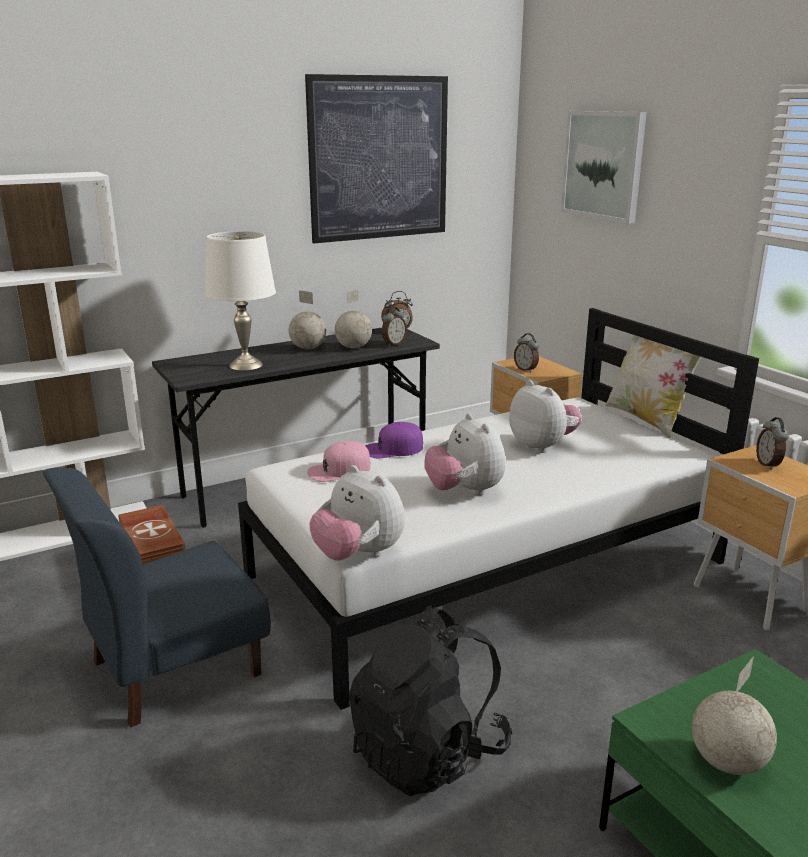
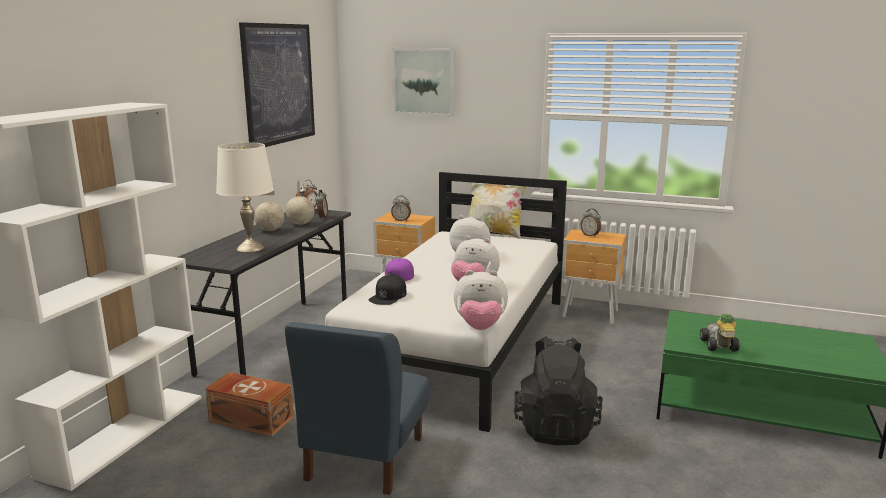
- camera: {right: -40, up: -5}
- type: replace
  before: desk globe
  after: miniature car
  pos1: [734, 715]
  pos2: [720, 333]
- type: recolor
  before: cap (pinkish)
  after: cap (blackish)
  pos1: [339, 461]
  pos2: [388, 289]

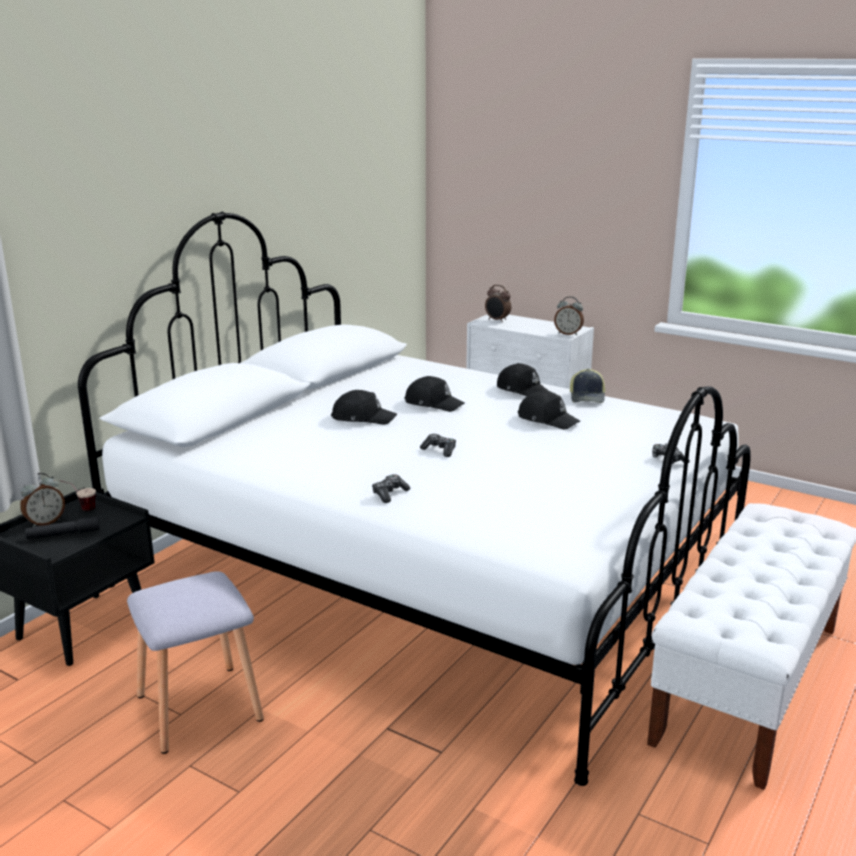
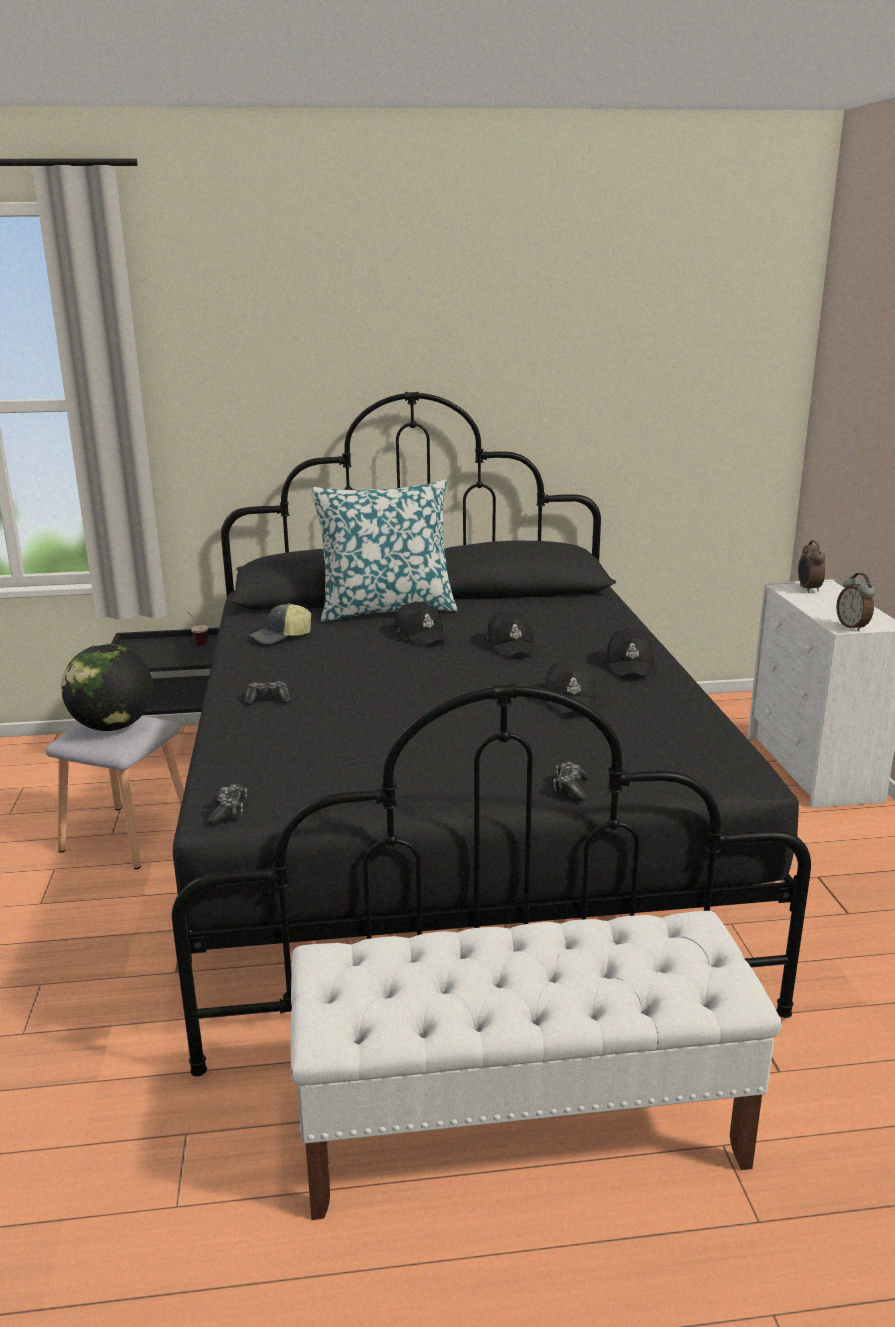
- camera: {right: 50, up: 0}
- type: delete
  before: bedside clock
  pos1: [42, 500]
- type: delete
  before: torch (blackish)
  pos1: [62, 528]
- type: insert
  after: desk globe
  pos2: [107, 687]
- type: insert
  after: cushion
  pos2: [384, 550]
- type: move
  before: gamepad
  pos1: [438, 445]
  pos2: [227, 804]
- type: move
  before: cap
  pos1: [588, 386]
  pos2: [280, 623]
- type: recolor
  before: bed (white-coloured)
  after: bed (blackish)
  pos1: [414, 499]
  pos2: [491, 734]

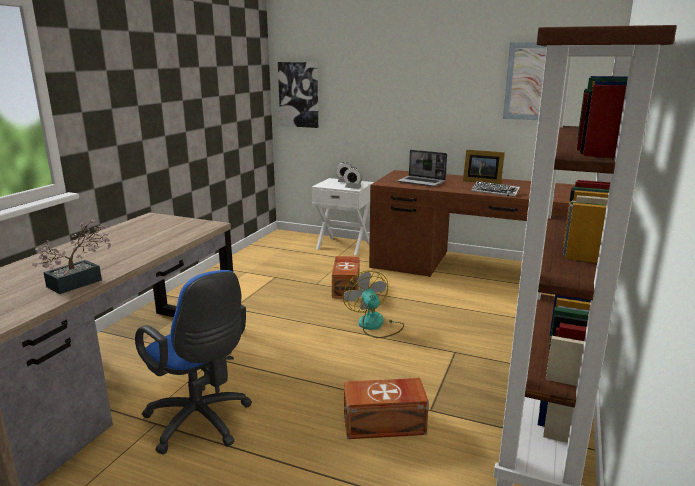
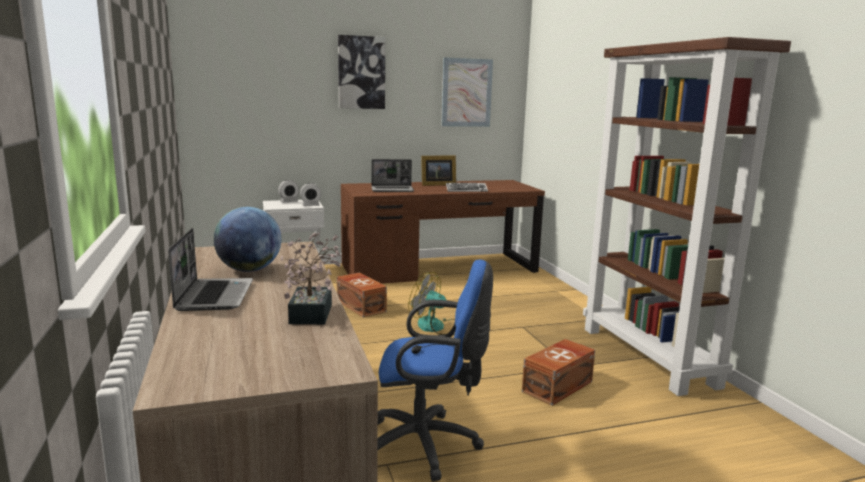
- camera: {right: -40, up: -5}
- type: insert
  after: portable computer
  pos2: [210, 269]
- type: insert
  after: desk globe
  pos2: [247, 239]
- type: move
  before: wall art
  pos1: [298, 95]
  pos2: [361, 72]

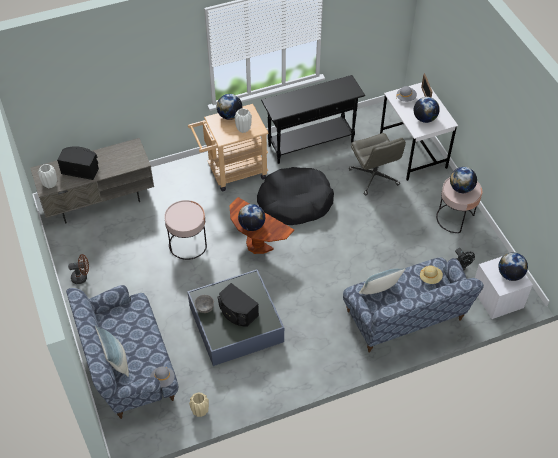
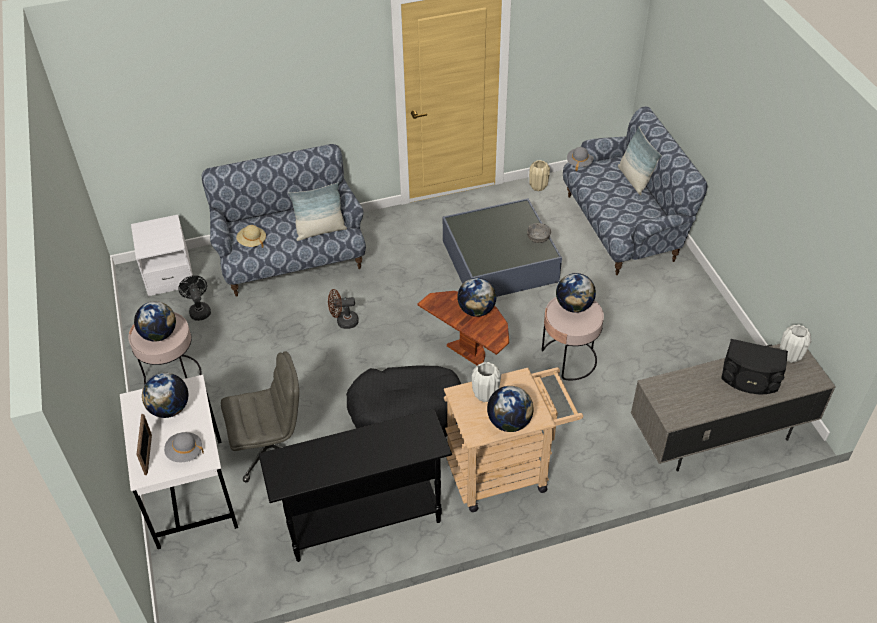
- camera: {right: -175, up: -5}
- type: delete
  before: loudspeaker (blackish)
  pos1: [238, 305]
- type: move
  before: electric fan (brown-coloured)
  pos1: [78, 269]
  pos2: [343, 309]
- type: move
  before: desk globe
  pos1: [513, 266]
  pos2: [576, 293]
- type: rotate
  before: desk chair (gray)
  pos1: [377, 164]
  pos2: [260, 417]
  turn: 90

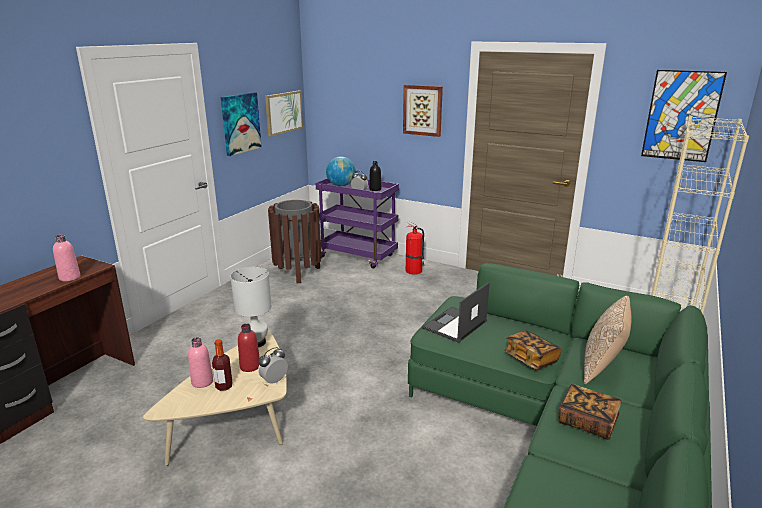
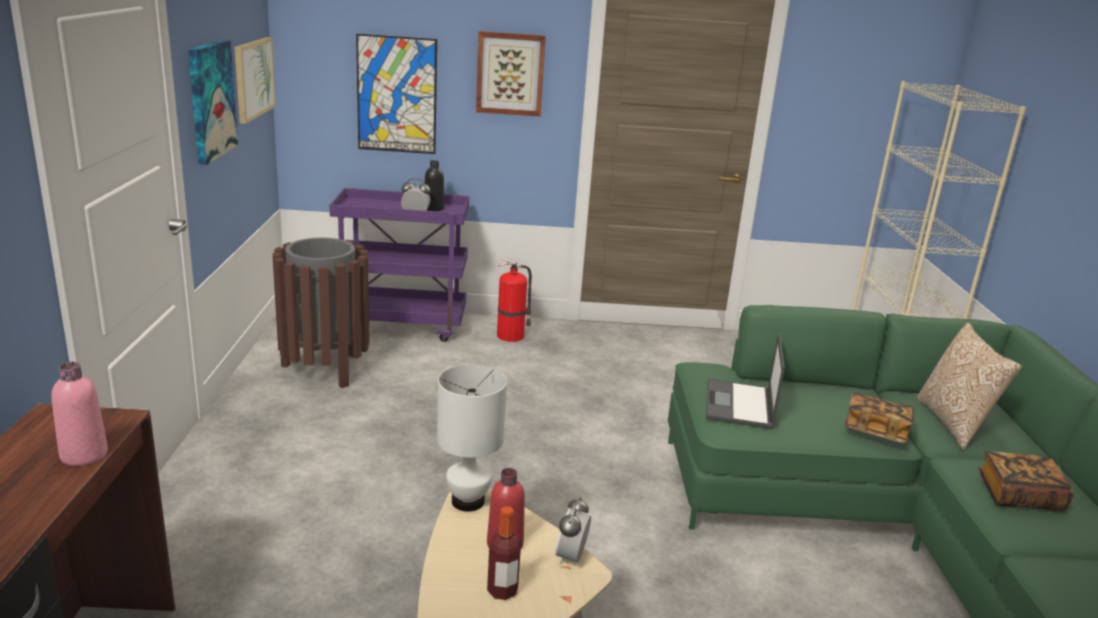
- camera: {right: -30, up: 0}
- type: delete
  before: drink bottle (pinkish)
  pos1: [200, 362]
- type: delete
  before: desk globe
  pos1: [341, 171]
- type: move
  before: wall art
  pos1: [684, 116]
  pos2: [396, 94]

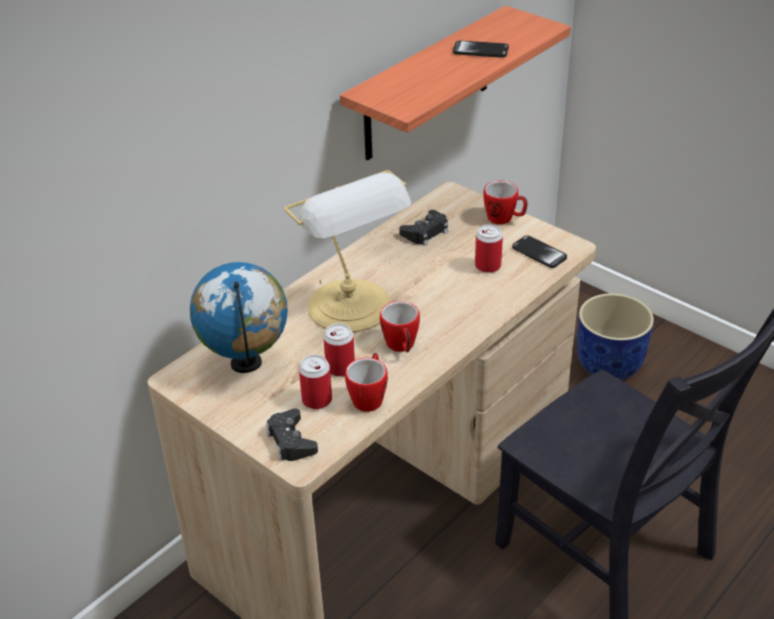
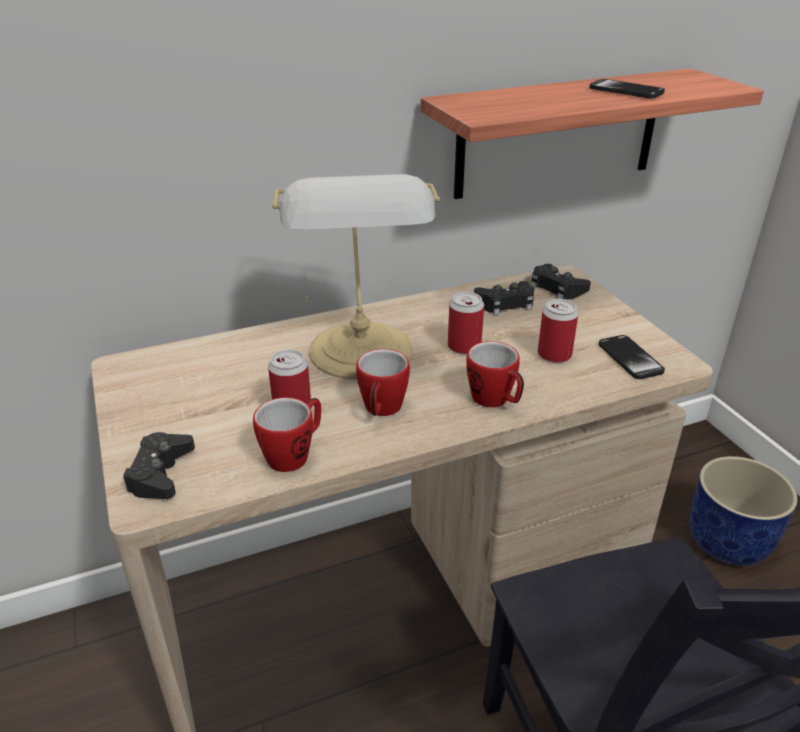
- camera: {right: 25, up: -5}
- type: delete
  before: desk globe
  pos1: [239, 317]
- type: insert
  after: gamepad (blackish)
  pos2: [561, 282]
- type: move
  before: can
  pos1: [315, 382]
  pos2: [466, 322]
- type: move
  before: coffee mug
  pos1: [505, 202]
  pos2: [495, 374]

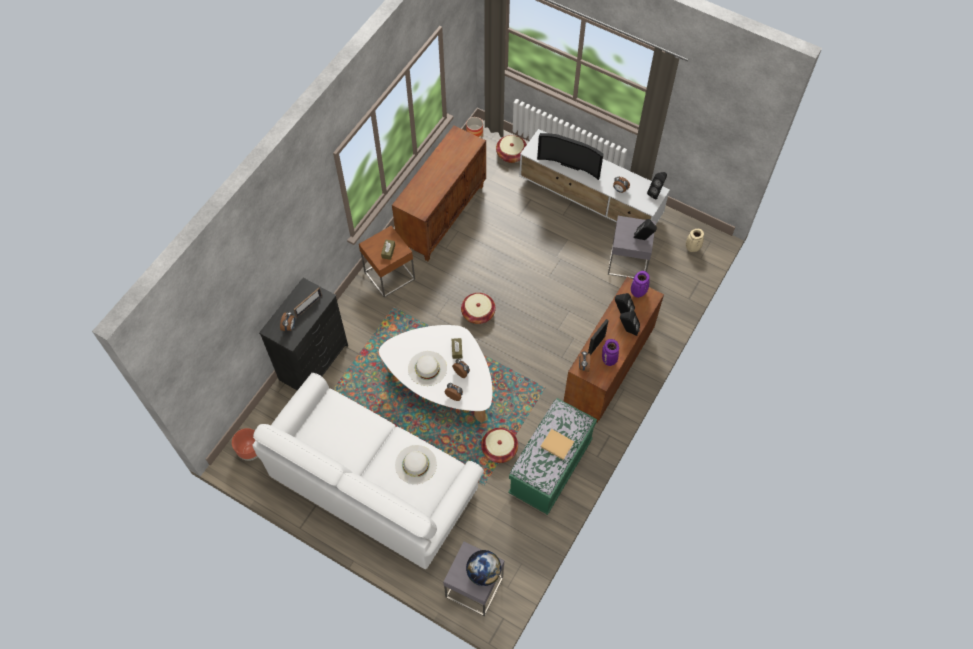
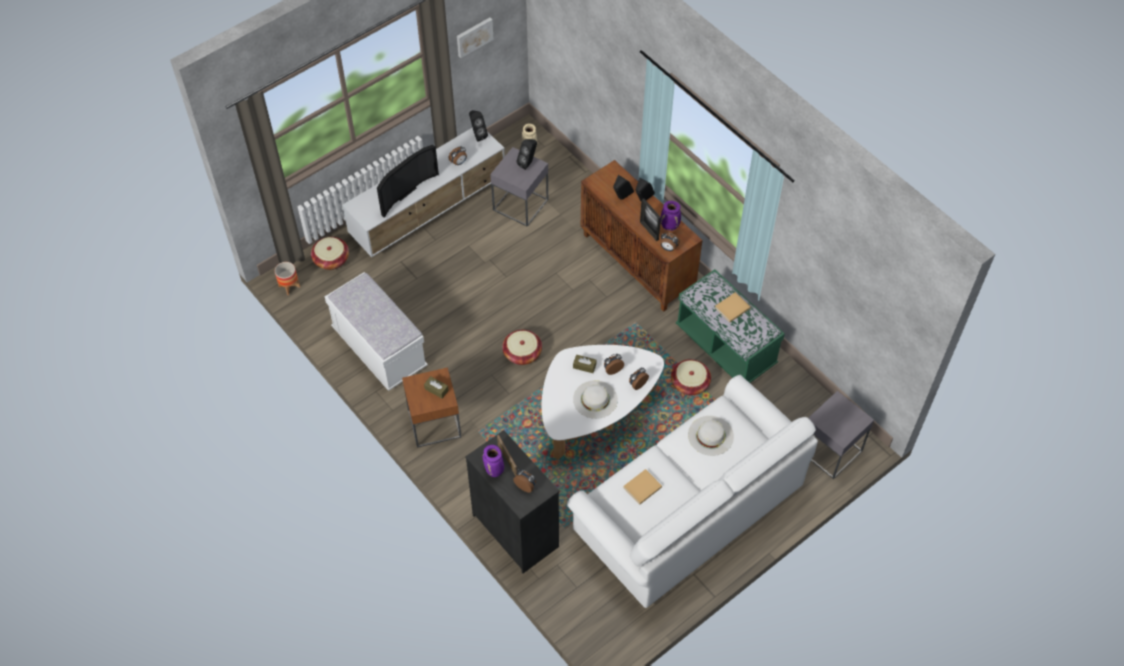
- camera: {right: -70, up: -5}
- type: delete
  before: planter (brown-coloured)
  pos1: [245, 444]
- type: delete
  before: desk globe
  pos1: [483, 568]
- type: insert
  after: wall art
  pos2: [475, 38]
- type: insert
  after: volume (beige-coloured)
  pos2: [642, 487]
- type: move
  before: flower vase (purplish)
  pos1: [640, 284]
  pos2: [493, 461]
- type: replace
  before: cabinet (brown-coloured)
  after: bench (white-coloured)
  pos1: [439, 193]
  pos2: [376, 331]

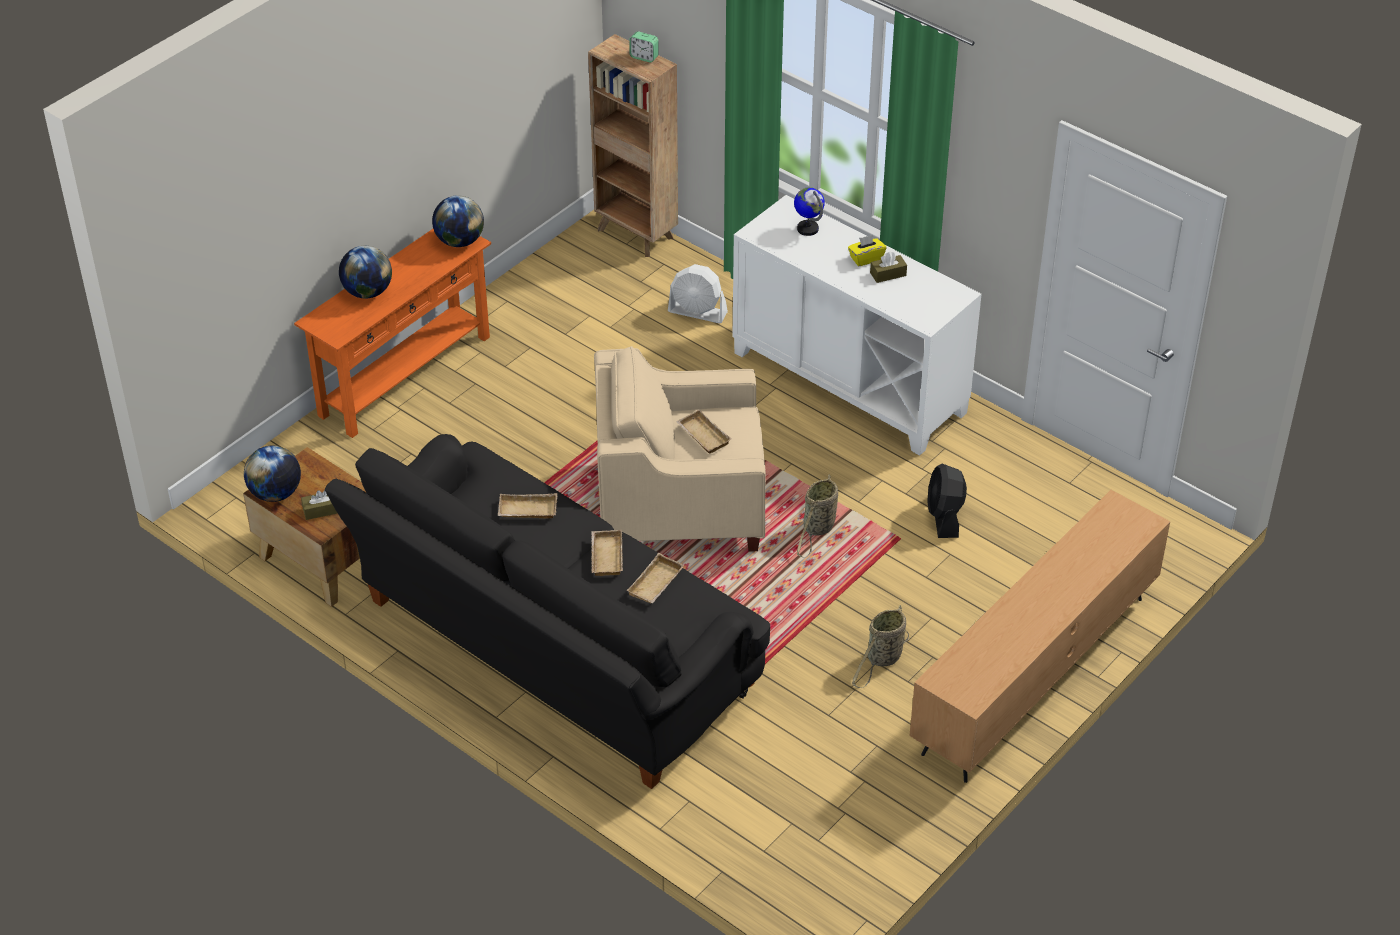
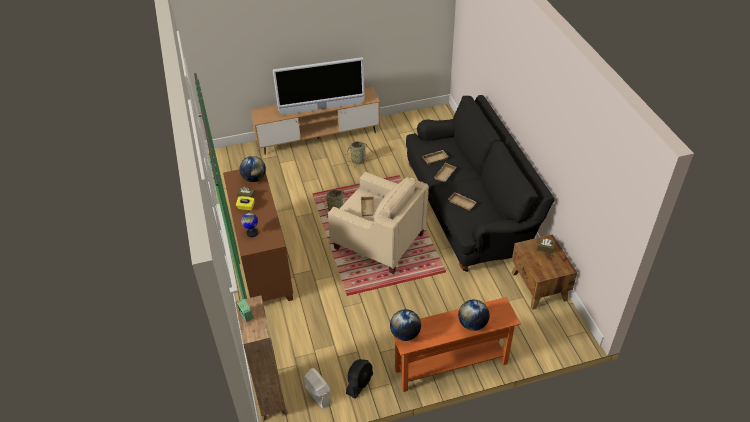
- camera: {right: -145, up: 0}
- type: insert
  after: television
  pos2: [319, 86]
- type: move
  before: desk globe
  pos1: [272, 473]
  pos2: [252, 169]
- type: move
  before: electric fan (white-coloured)
  pos1: [698, 293]
  pos2: [318, 388]
- type: move
  before: electric fan (blackish)
  pos1: [947, 501]
  pos2: [359, 379]
- type: recolor
  before: cabinet (white-coloured)
  after: cabinet (brown-coloured)
  pos1: [857, 325]
  pos2: [258, 235]

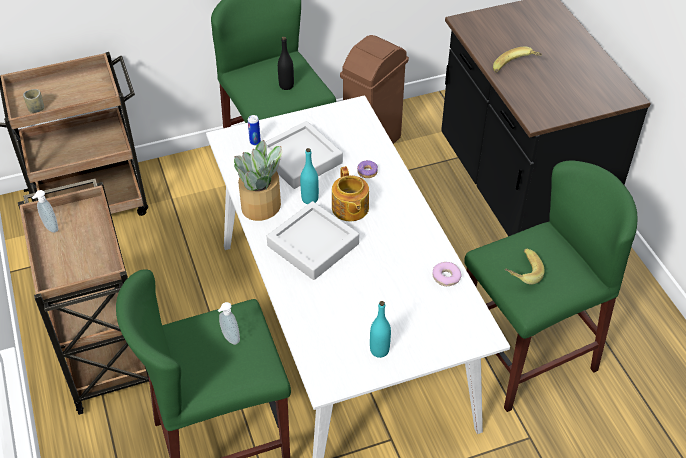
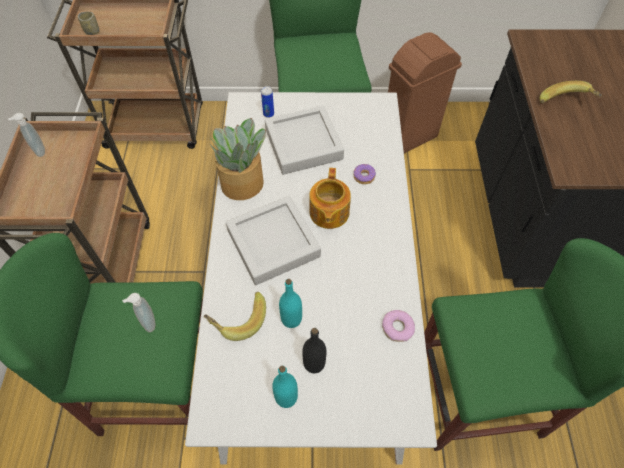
- camera: {right: 20, up: 10}
- type: move
  before: drink bottle (blackish)
  pos1: [286, 63]
  pos2: [314, 350]
- type: move
  before: drink bottle (turquoise)
  pos1: [309, 176]
  pos2: [290, 303]
- type: move
  before: banana fruit
  pos1: [525, 266]
  pos2: [235, 316]

